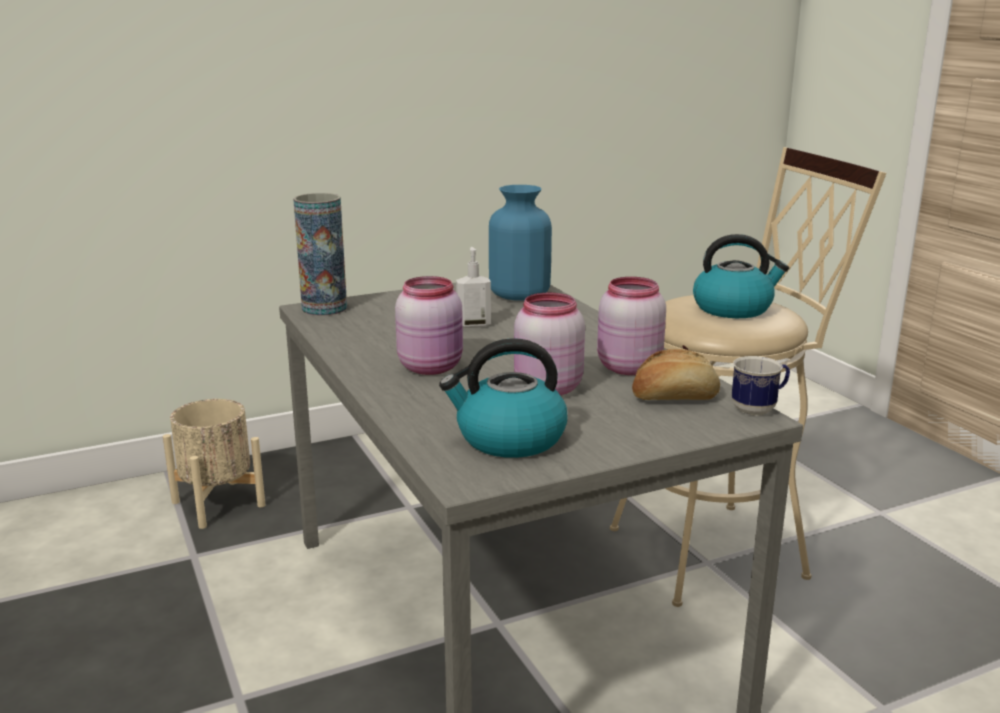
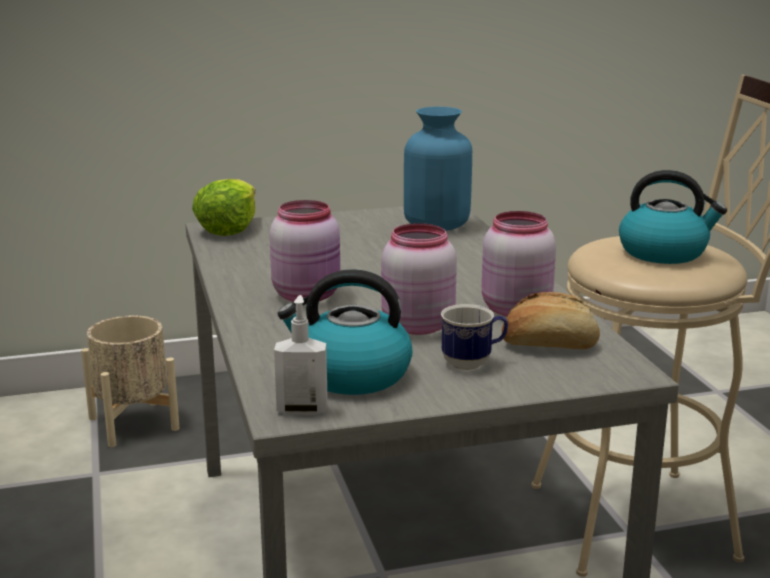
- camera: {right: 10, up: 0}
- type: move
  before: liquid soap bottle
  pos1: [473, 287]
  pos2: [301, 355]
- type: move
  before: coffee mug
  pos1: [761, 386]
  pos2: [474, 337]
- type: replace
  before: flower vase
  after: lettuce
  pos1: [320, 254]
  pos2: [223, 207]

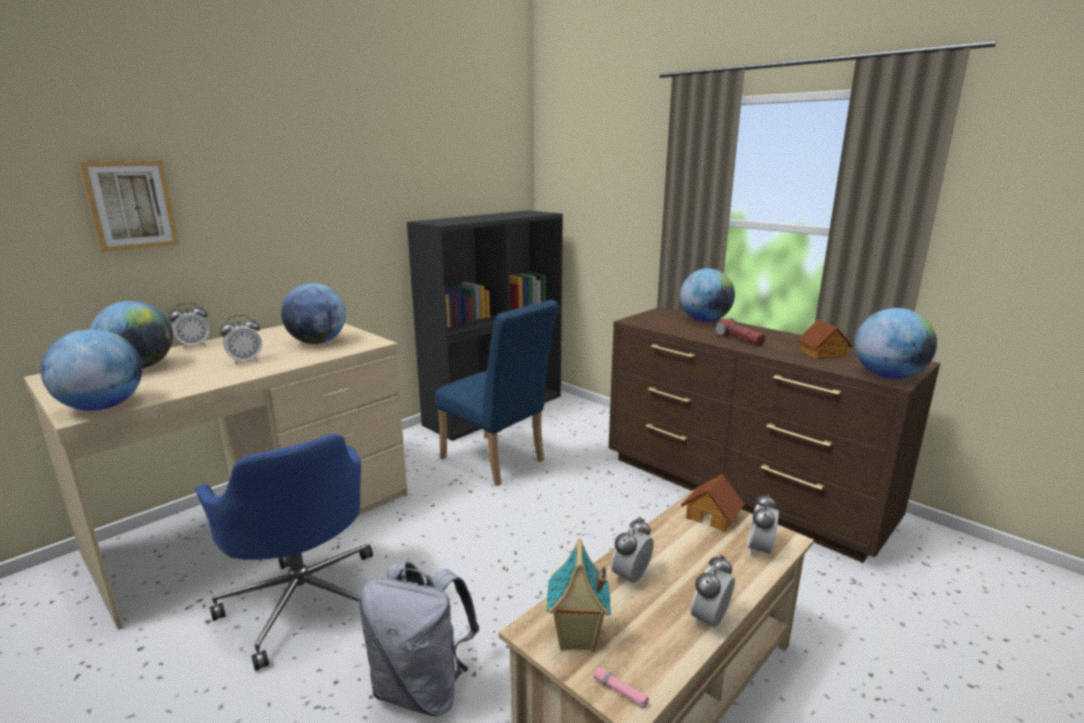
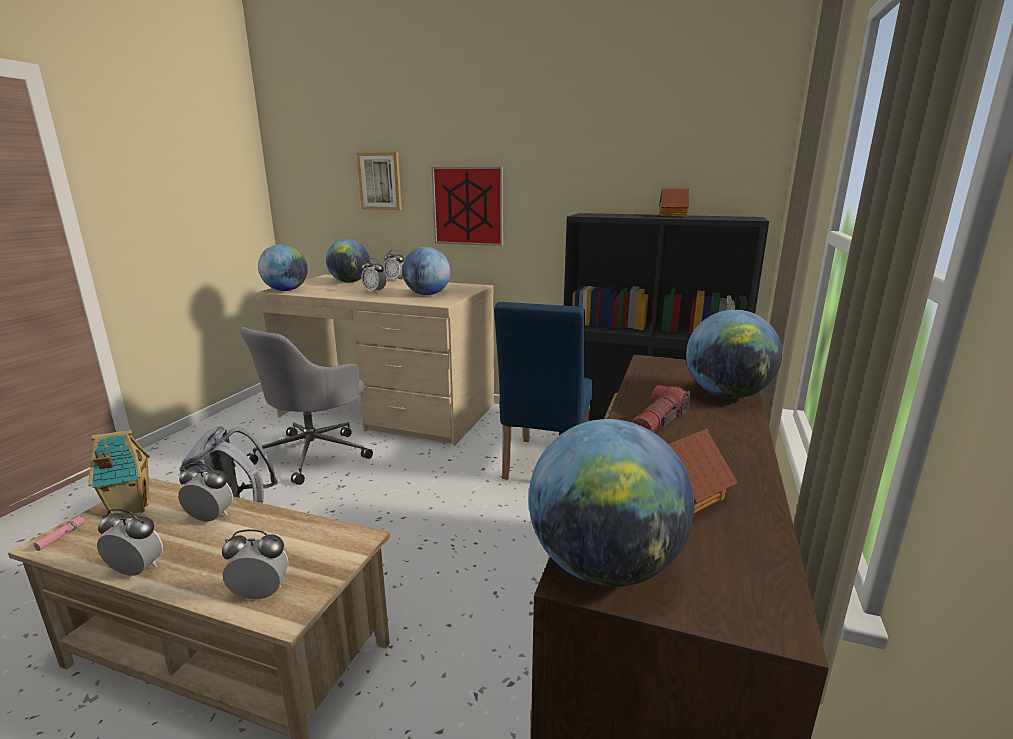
- camera: {right: 65, up: 0}
- type: insert
  after: wall art
  pos2: [467, 206]
- type: move
  before: miniature house
  pos1: [712, 503]
  pos2: [674, 202]
- type: recolor
  before: desk chair (blue-coloured)
  after: desk chair (gray)
  pos1: [284, 552]
  pos2: [306, 406]

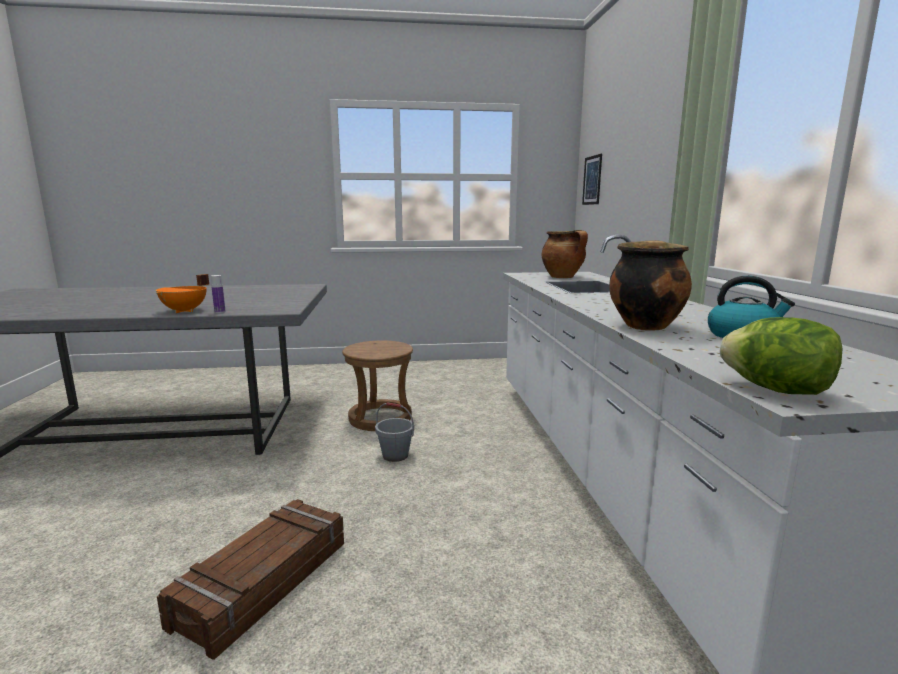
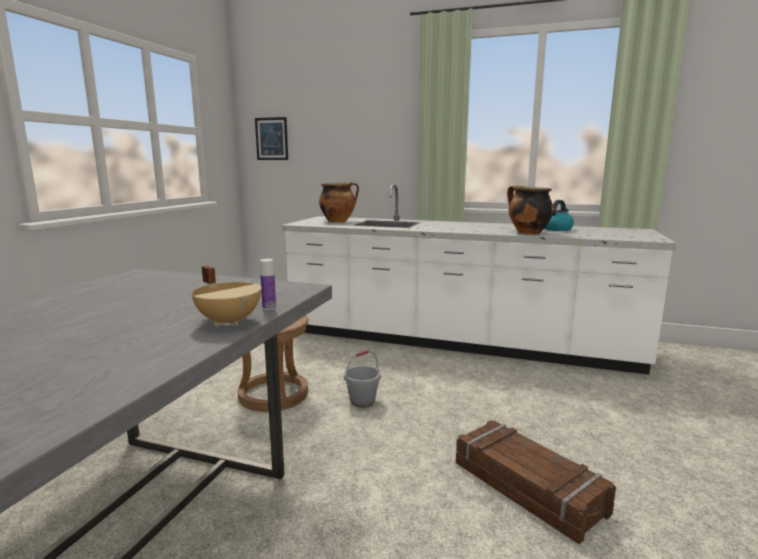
- camera: {right: -65, up: 0}
- type: delete
  before: lettuce
  pos1: [781, 356]
- type: recolor
  before: cooking pot (orangey)
  after: cooking pot (beige-coloured)
  pos1: [182, 293]
  pos2: [226, 296]

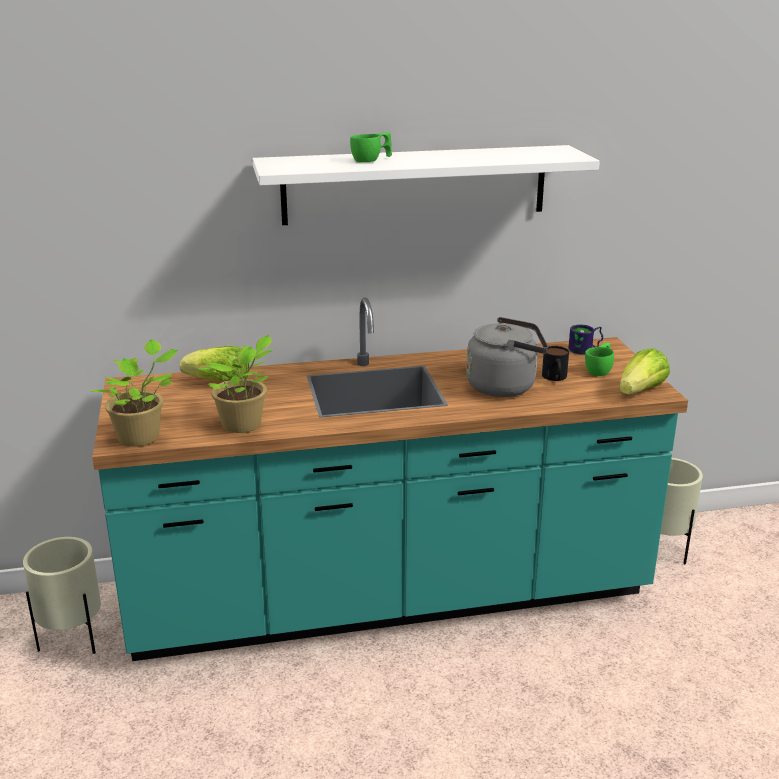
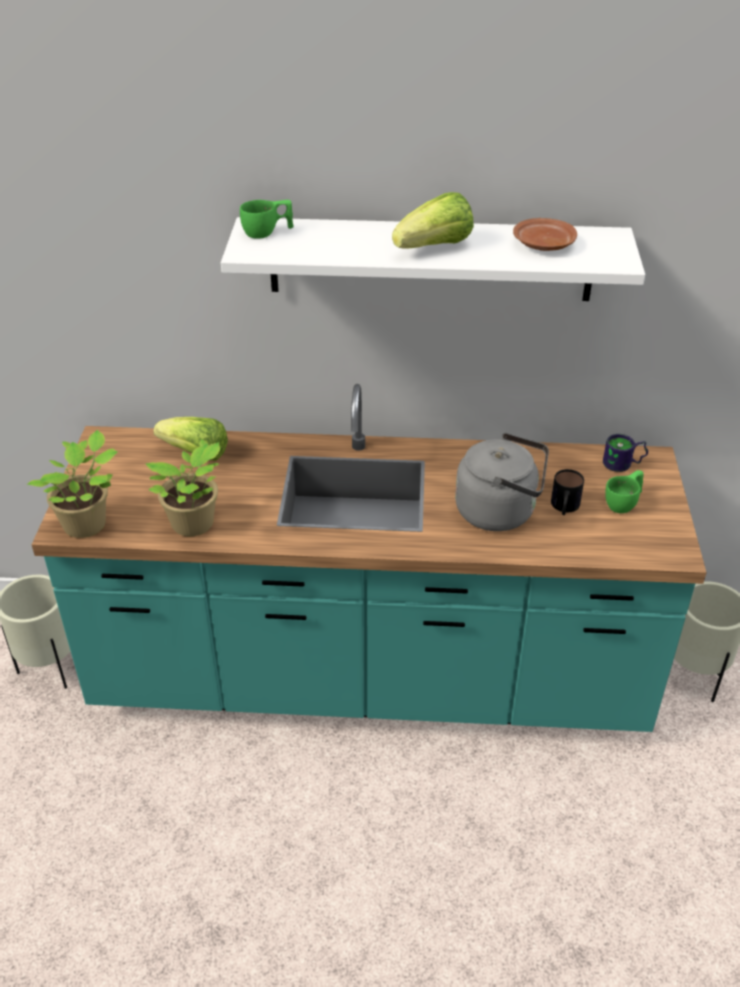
- camera: {right: 15, up: 15}
- type: insert
  after: dinner plate (brown-coloured)
  pos2: [545, 234]
- type: move
  before: cup (green-coloured)
  pos1: [371, 147]
  pos2: [267, 219]
- type: move
  before: lettuce
  pos1: [644, 371]
  pos2: [433, 220]

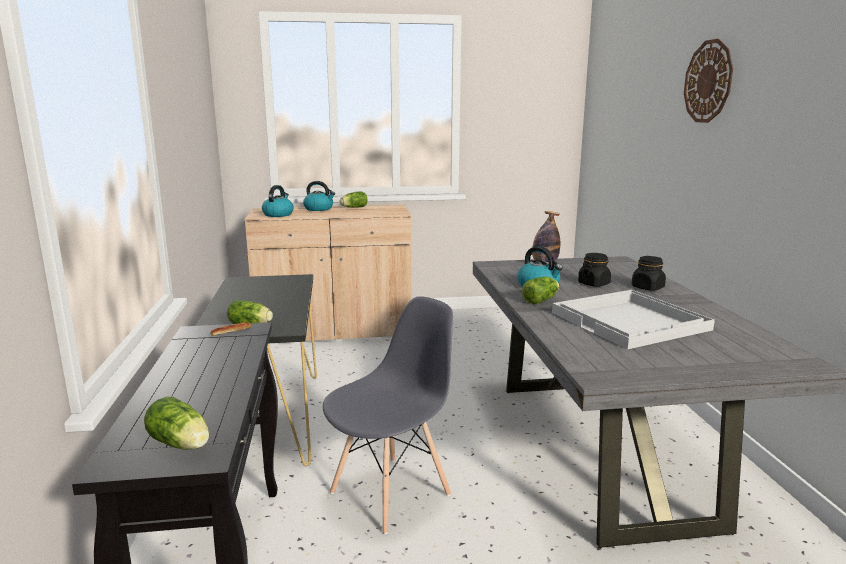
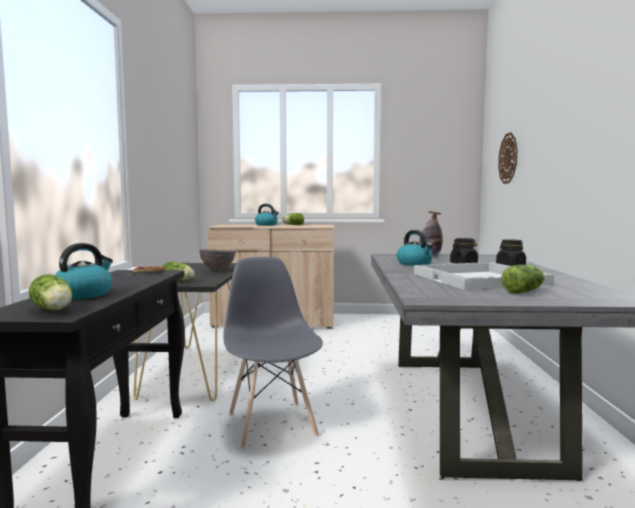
- camera: {right: 10, up: -10}
- type: insert
  after: deep dish (brown-coloured)
  pos2: [217, 260]
- type: move
  before: kettle
  pos1: [278, 201]
  pos2: [84, 271]
- type: move
  before: lettuce
  pos1: [540, 290]
  pos2: [523, 279]
- type: move
  before: wall clock
  pos1: [708, 81]
  pos2: [508, 158]
- type: rotate
  before: plain chair (gray)
  pos1: [388, 415]
  pos2: [273, 352]
  turn: -75

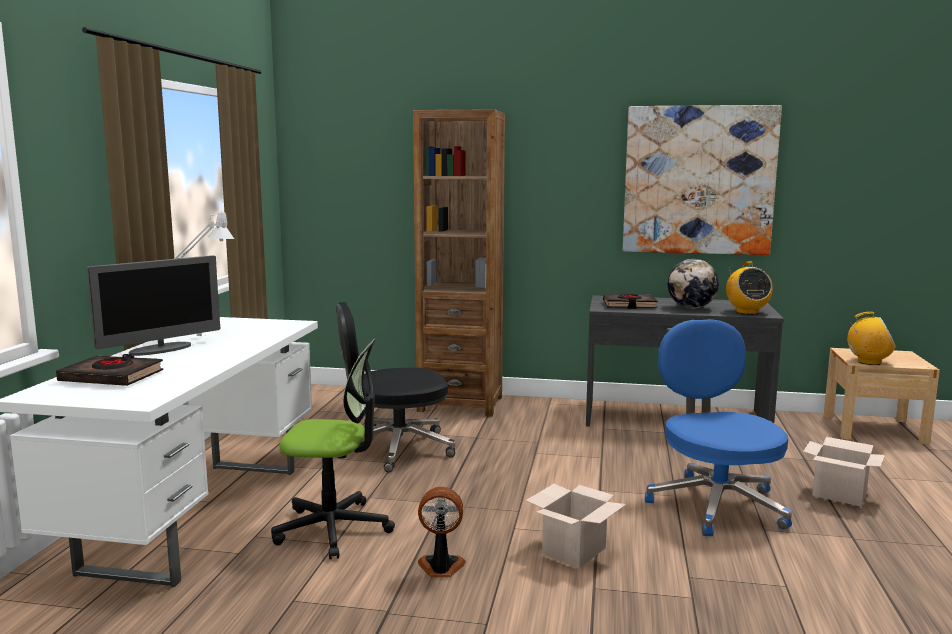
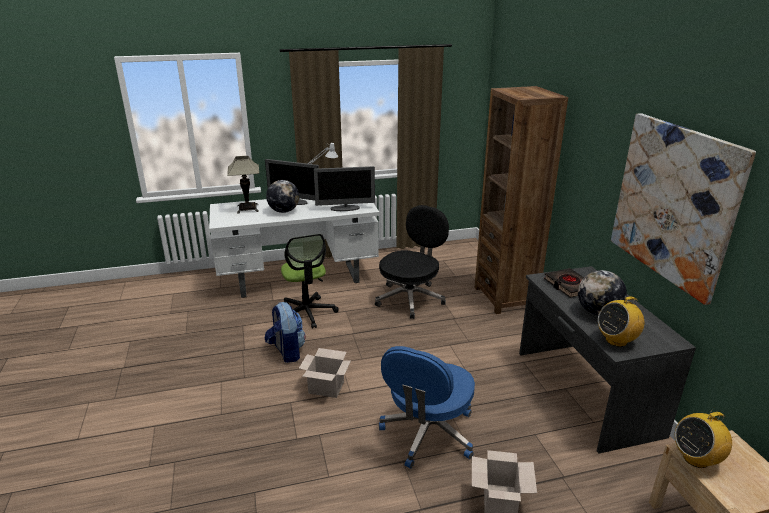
- camera: {right: 65, up: 15}
- type: insert
  after: desk globe
  pos2: [282, 196]
- type: insert
  after: monitor
  pos2: [344, 188]
- type: replace
  before: volume (blackish)
  after: tabletop lamp
  pos1: [109, 370]
  pos2: [243, 185]
- type: replace
  before: electric fan
  after: backpack
  pos1: [442, 532]
  pos2: [284, 332]
- type: rotate
  before: desk chair (blackish)
  pos1: [395, 387]
  pos2: [412, 262]
  turn: 75
- type: rotate
  before: desk chair (blue-coloured)
  pos1: [718, 427]
  pos2: [427, 407]
  turn: 150
- type: rotate
  before: radio receiver
  pos1: [871, 338]
  pos2: [703, 437]
  turn: 75

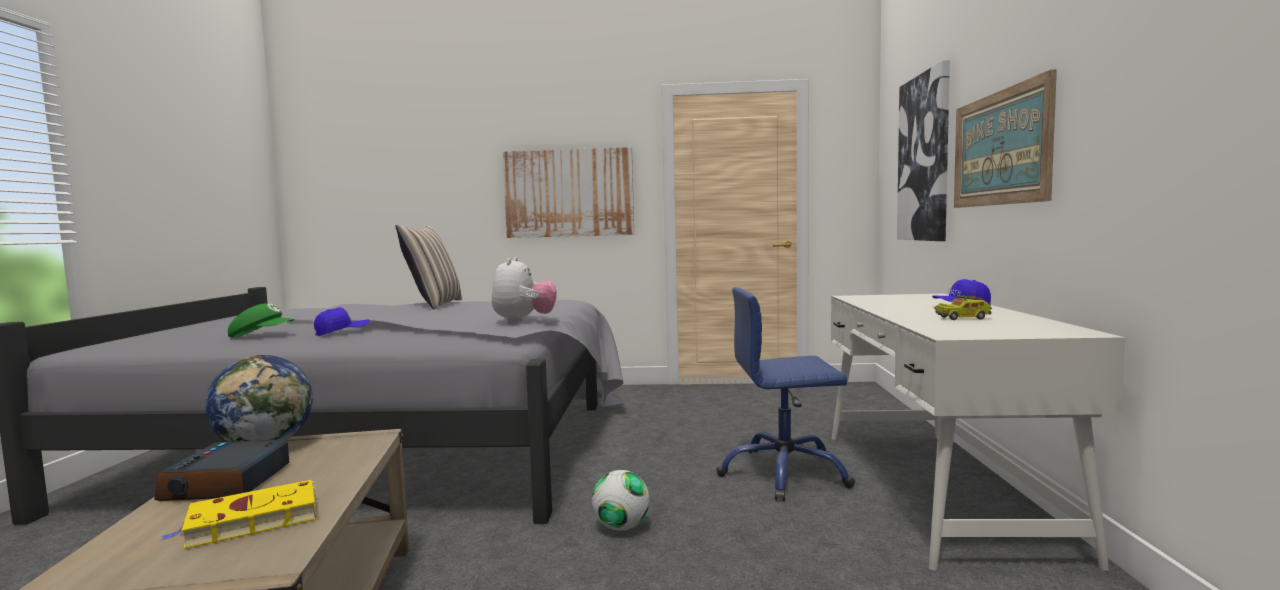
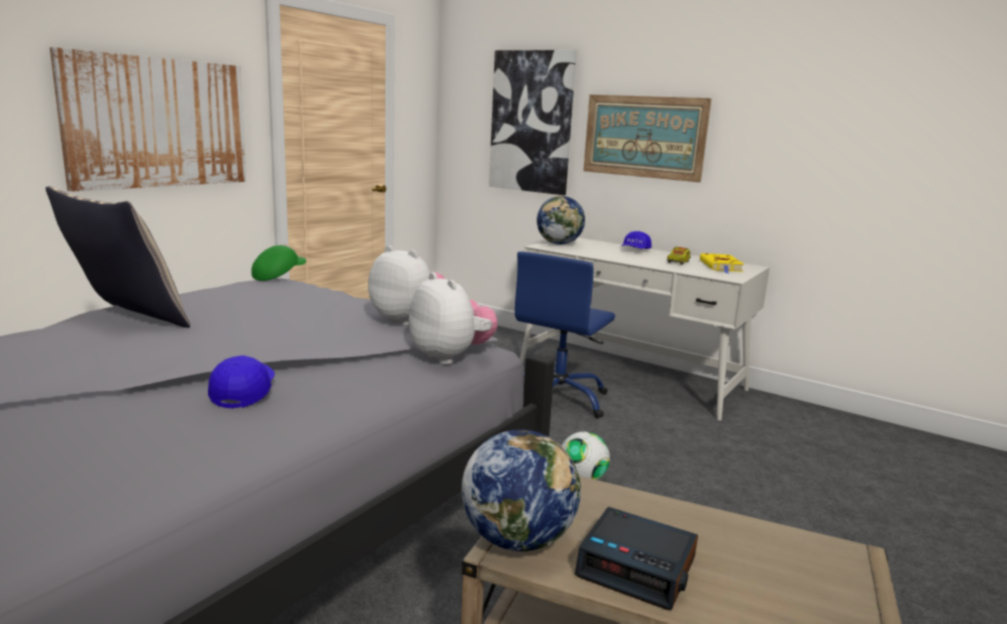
- camera: {right: -60, up: 10}
- type: insert
  after: soft toy
  pos2: [453, 318]
- type: insert
  after: desk globe
  pos2: [561, 220]
- type: move
  before: volume (yellowish)
  pos1: [237, 514]
  pos2: [722, 263]
- type: move
  before: cap (green-coloured)
  pos1: [261, 320]
  pos2: [278, 262]

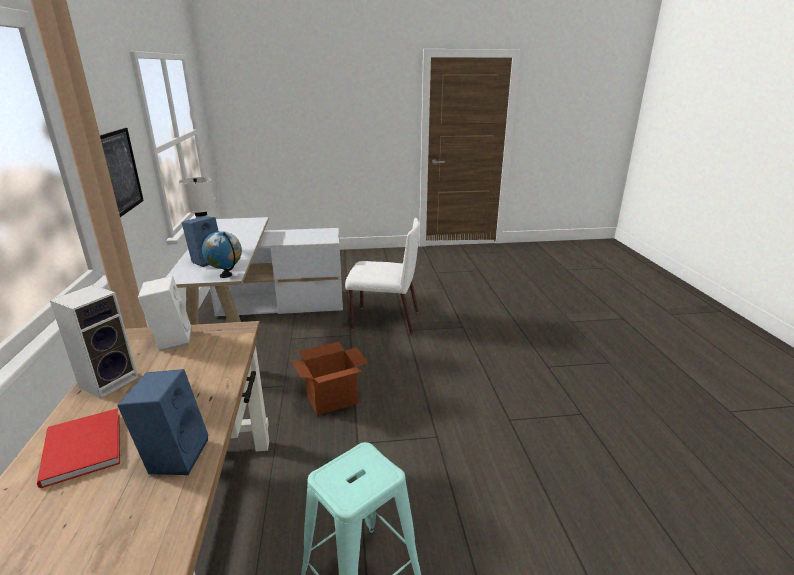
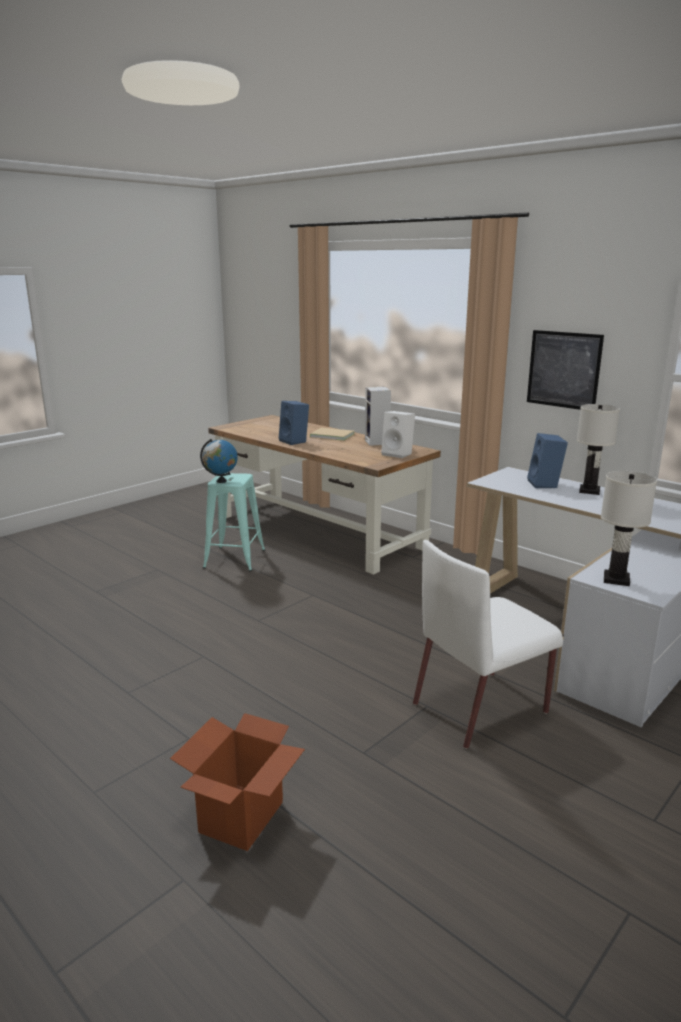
- camera: {right: 140, up: -5}
- type: insert
  after: tabletop lamp (white-coloured)
  pos2: [629, 528]
- type: move
  before: desk globe
  pos1: [222, 254]
  pos2: [219, 461]
- type: move
  before: carton
  pos1: [329, 378]
  pos2: [237, 782]
- type: recolor
  before: volume (reddish)
  after: volume (beige-coloured)
  pos1: [78, 448]
  pos2: [332, 434]

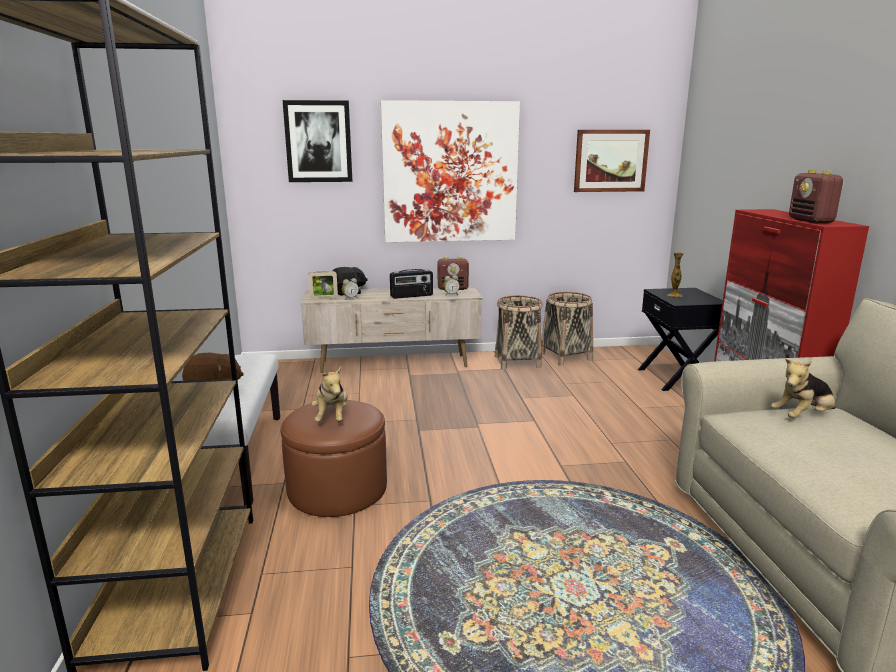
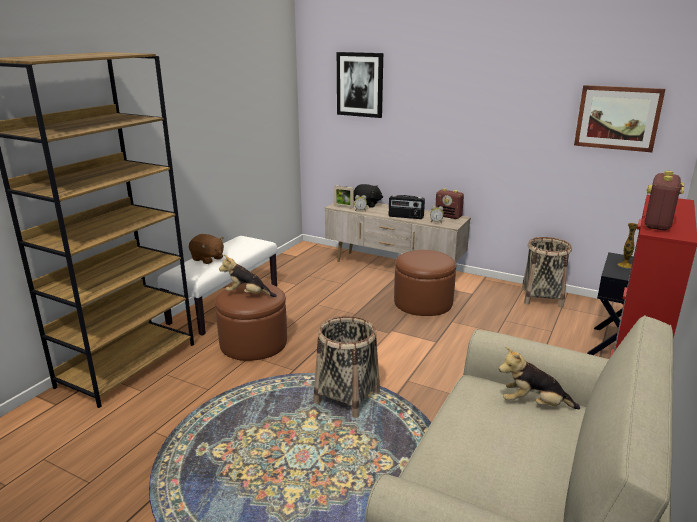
- camera: {right: 35, up: 5}
- type: delete
  before: wall art
  pos1: [450, 171]
- type: insert
  after: ottoman (brown-coloured)
  pos2: [425, 283]
- type: move
  before: storage basket
  pos1: [519, 332]
  pos2: [347, 366]
- type: rotate
  before: soft toy
  pos1: [329, 394]
  pos2: [248, 276]
  turn: 75

